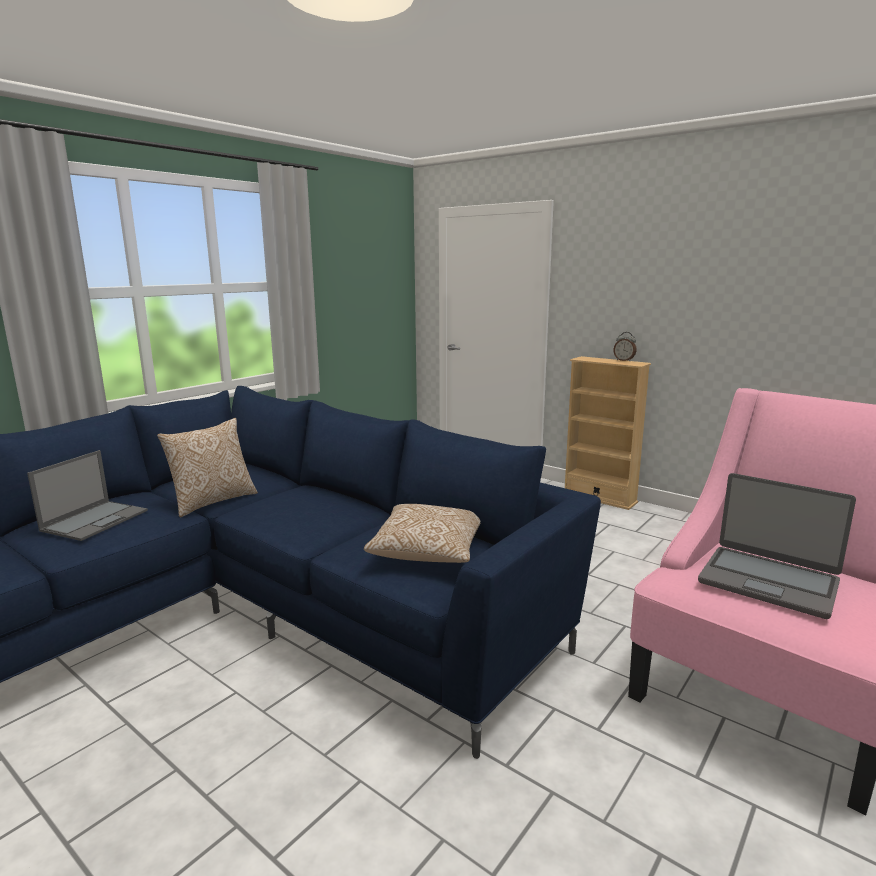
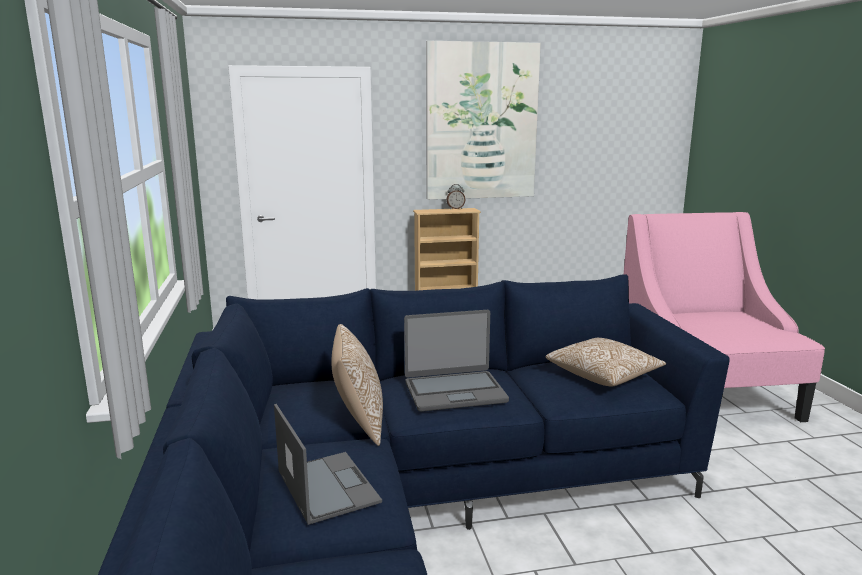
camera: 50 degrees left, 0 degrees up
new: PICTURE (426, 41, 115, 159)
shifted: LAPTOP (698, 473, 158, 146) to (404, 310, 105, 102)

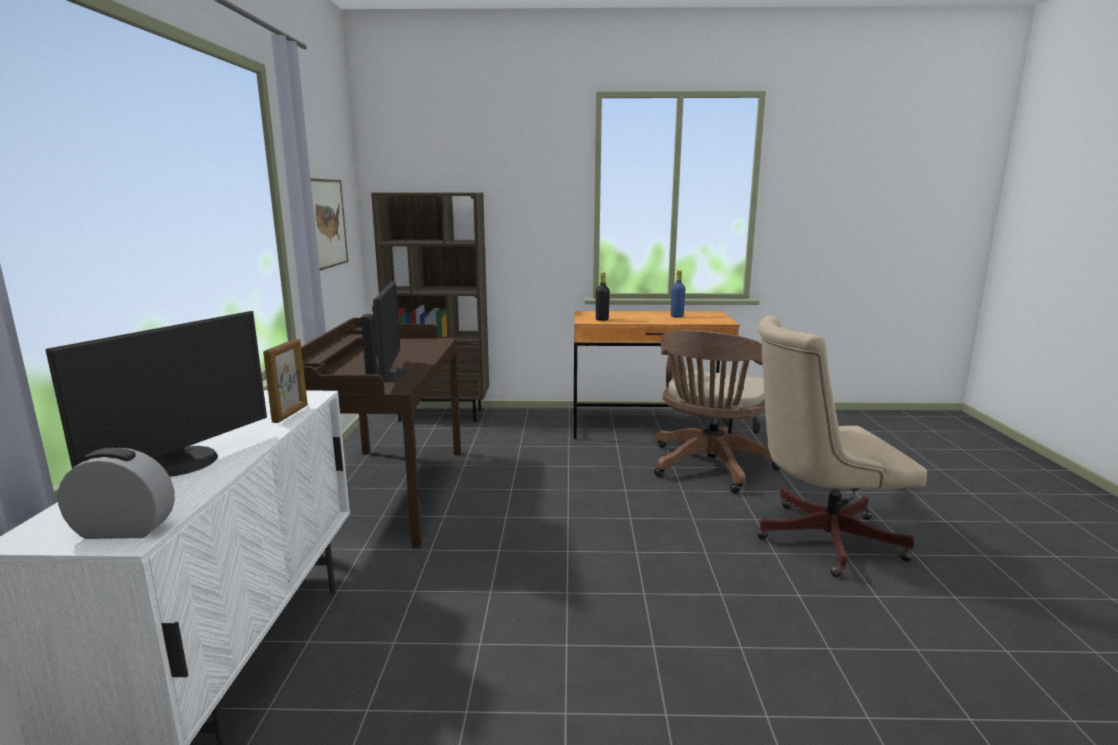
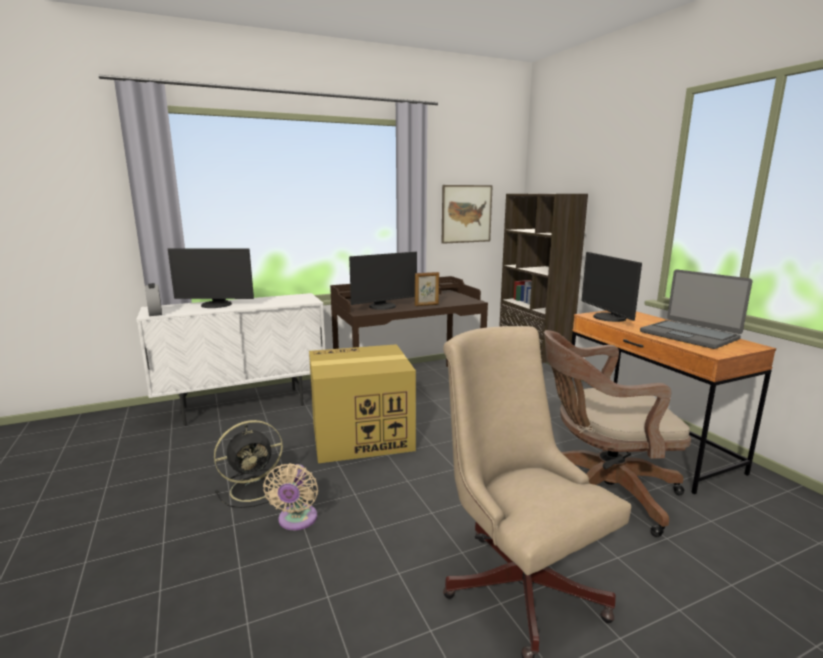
camera: 65 degrees right, 0 degrees up
new: BLACK FAN (214, 420, 69, 88); BEIGE FAN (263, 463, 55, 67); CARDBOARD BOX (309, 344, 107, 119)
shifted: PICTURE FRAME (263, 339, 45, 84) to (415, 272, 24, 34)
swapped: BLACK BOTTLE (596, 272, 14, 49) to MONITOR (581, 252, 61, 70); BLUE BOTTLE (671, 270, 14, 48) to LAPTOP (640, 269, 113, 80)

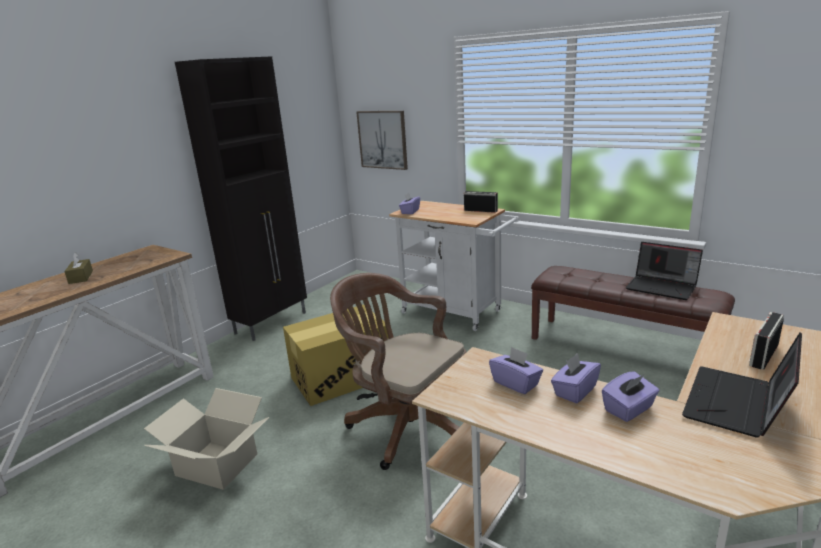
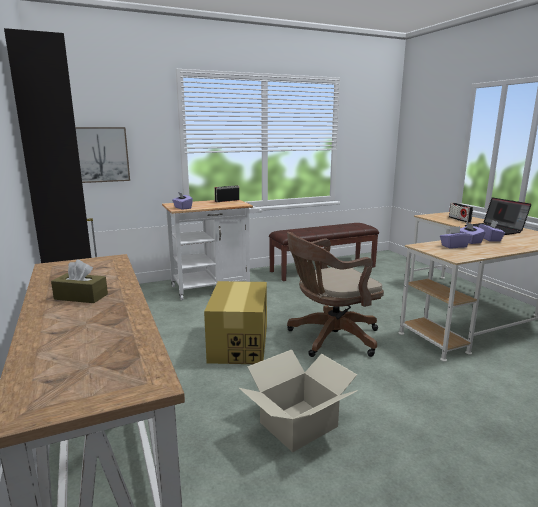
camera: 60 degrees left, 5 degrees down
gone: LAPTOP (626, 242, 77, 58)

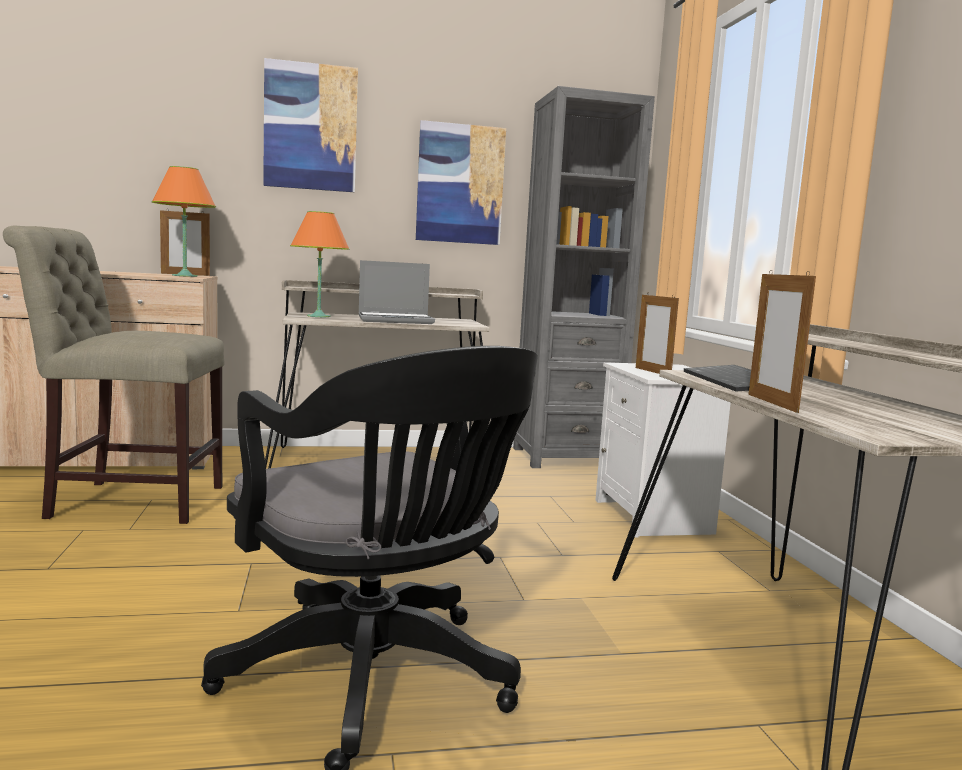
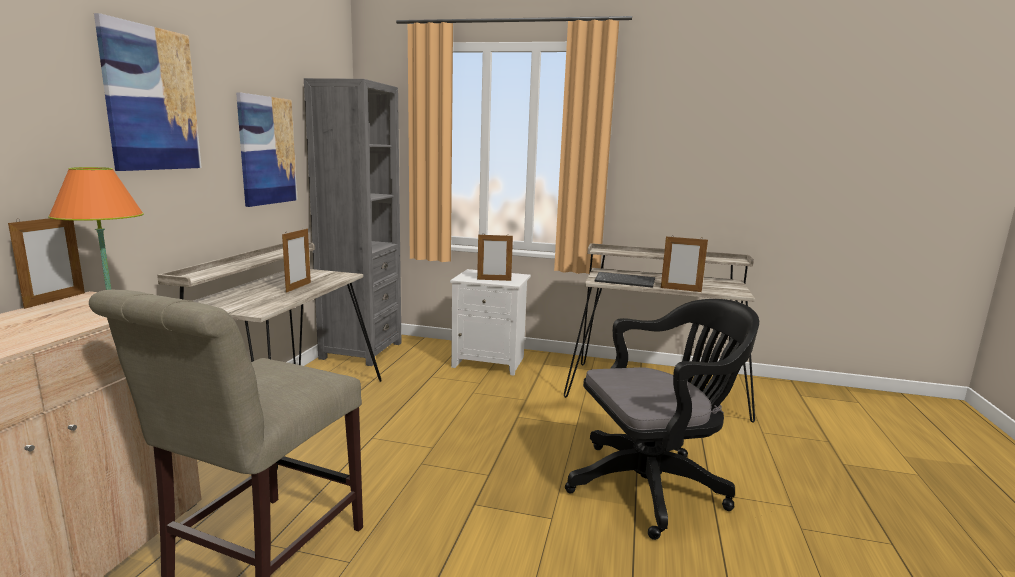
camera: 65 degrees left, 5 degrees up
gone: ORANGE TABLE LAMP (290, 211, 60, 106)
swapped: LAPTOP (359, 260, 76, 64) to PICTURE FRAME (282, 227, 29, 66)

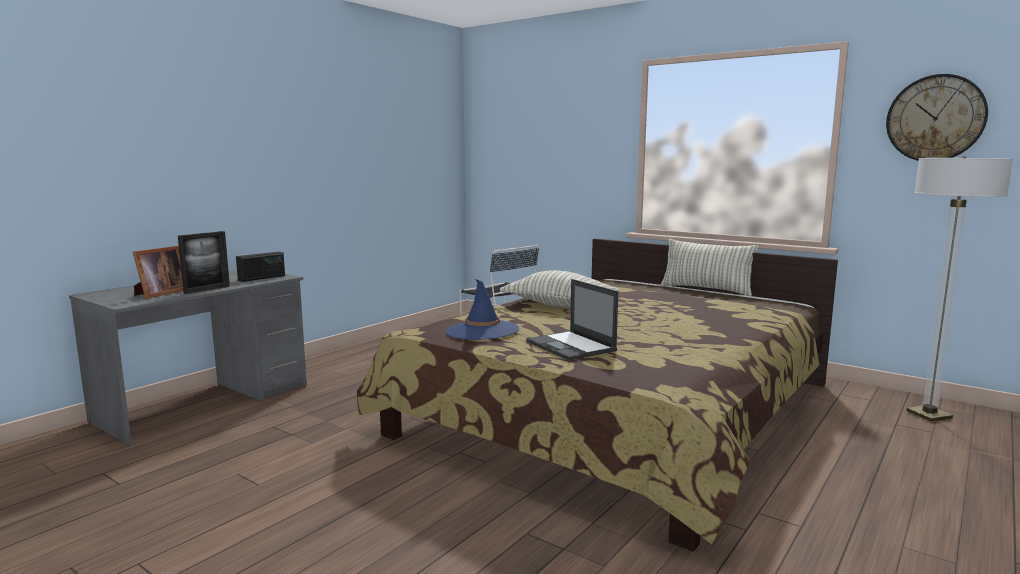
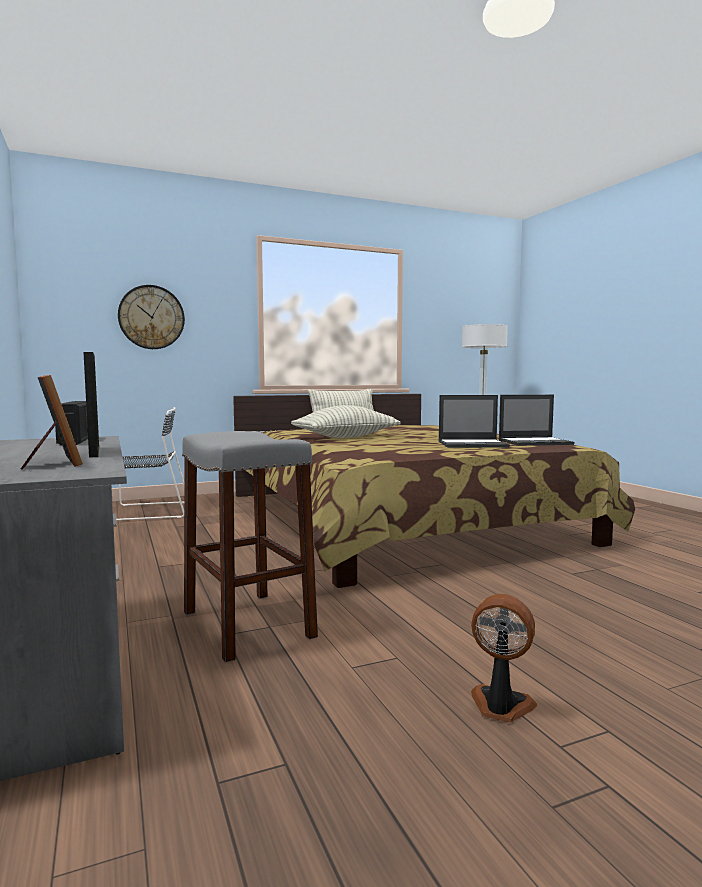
camera: 60 degrees left, 5 degrees down
gone: BLUE HAT (446, 279, 73, 61)
new: GREY STOOL (182, 431, 136, 232); FAN (471, 594, 66, 129); LAPTOP (499, 395, 76, 51)
shifted: WALL CLOCK (886, 74, 102, 87) to (118, 285, 67, 64)

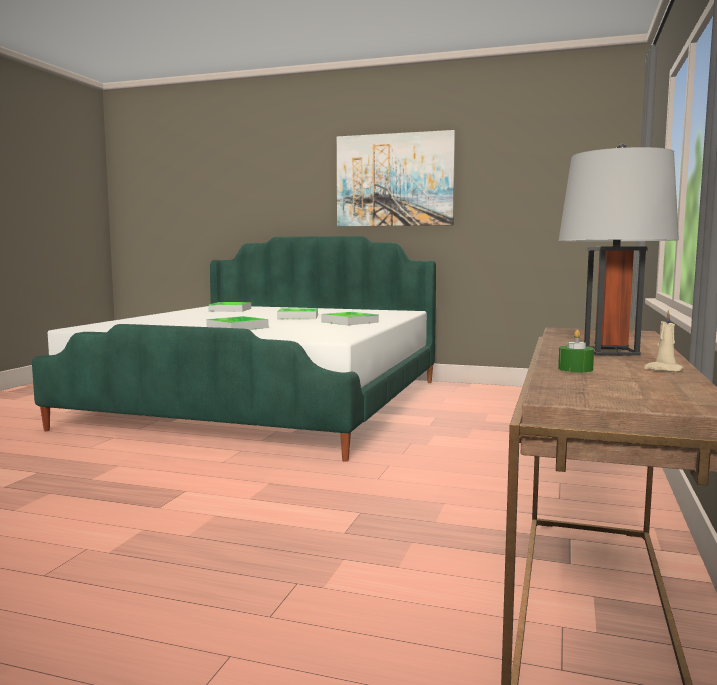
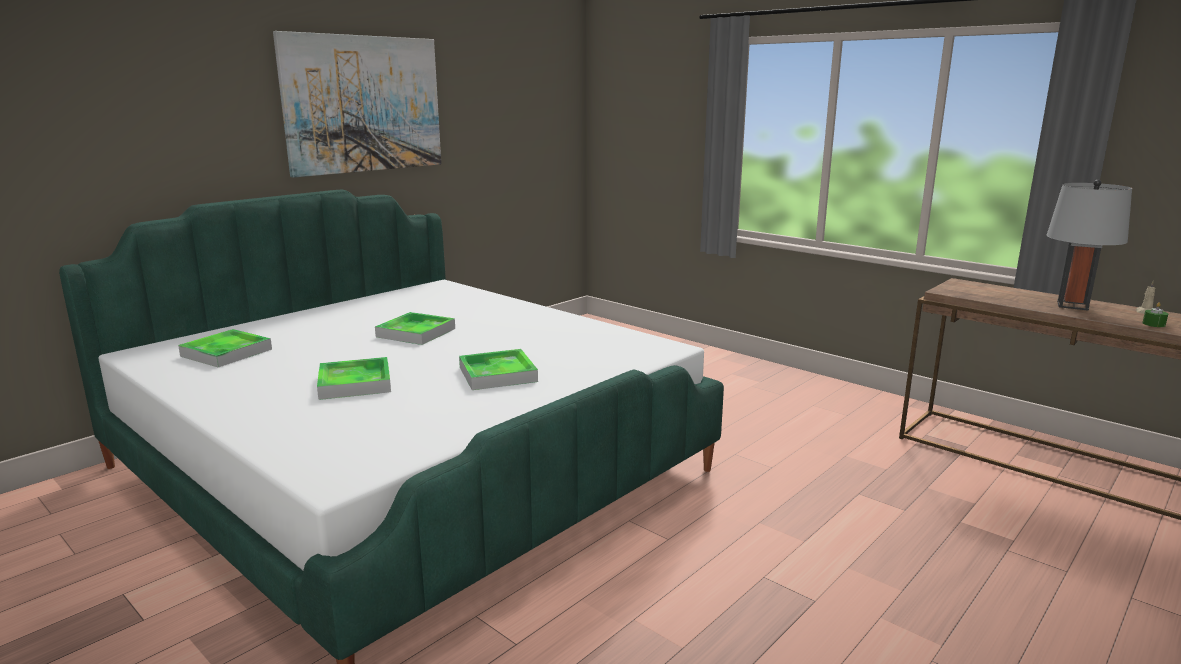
camera: 65 degrees left, 10 degrees up
shifted: TRAY (321, 312, 58, 14) to (317, 357, 74, 43)

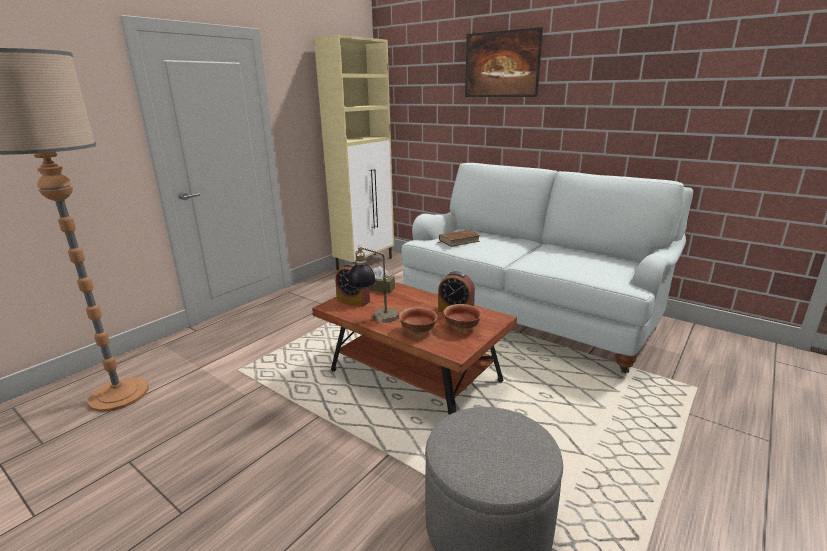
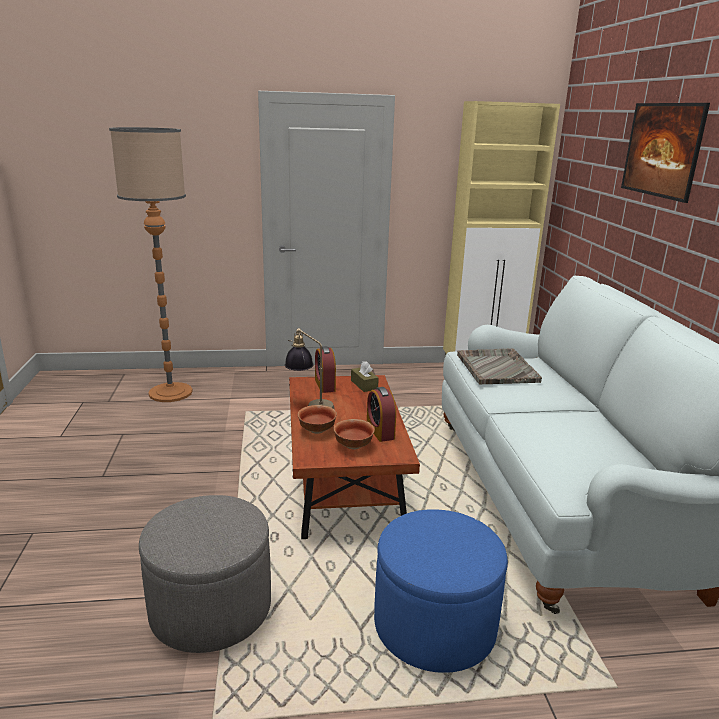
camera: 45 degrees right, 0 degrees up
new: BLUE OTTOMAN (374, 509, 134, 164)
swapped: BROWN BOOK (437, 230, 43, 17) to GREY TRAY (457, 348, 85, 36)

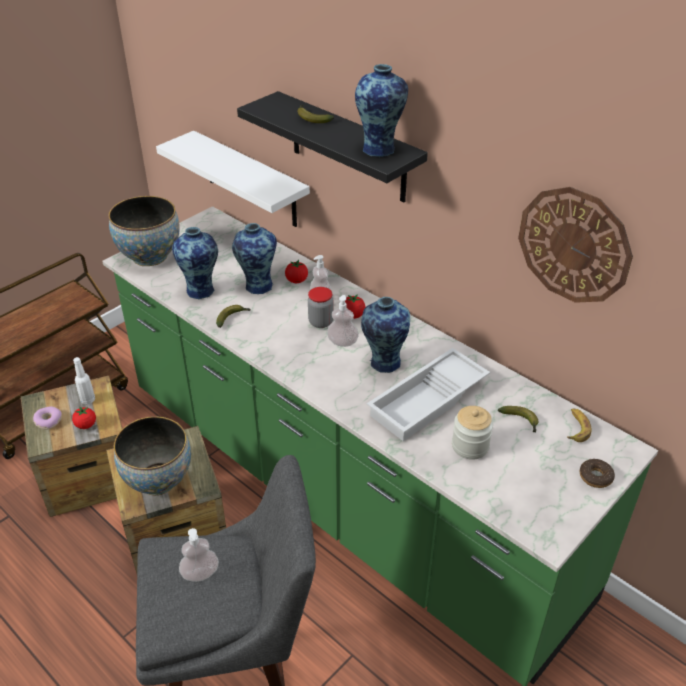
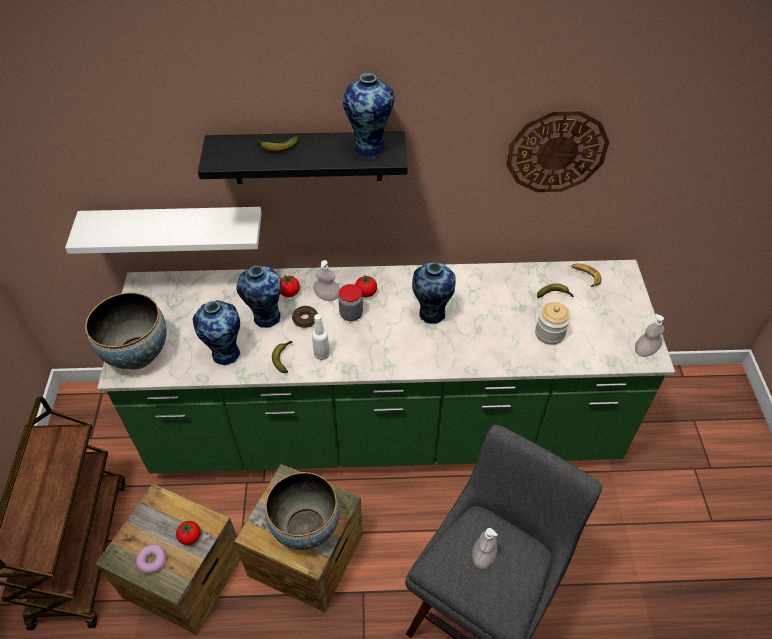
camera: 45 degrees left, 10 degrees up
gone: WHITE TRAY (367, 348, 123, 93)
shifted: WHITE BOTTLE (73, 357, 22, 47) to (312, 314, 18, 46); SOAP DISPENSER (327, 295, 32, 52) to (635, 314, 30, 43); DONUT (580, 459, 35, 29) to (292, 306, 26, 22)

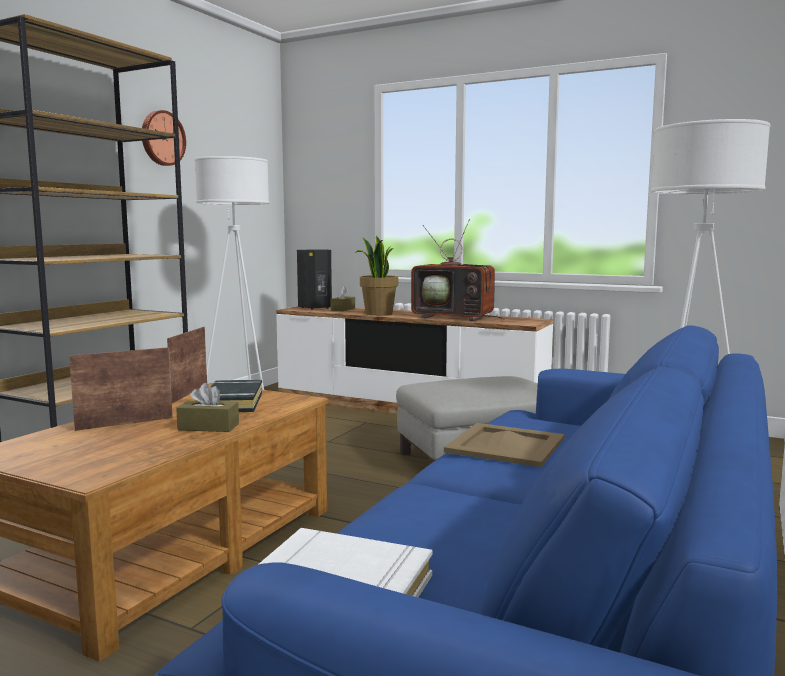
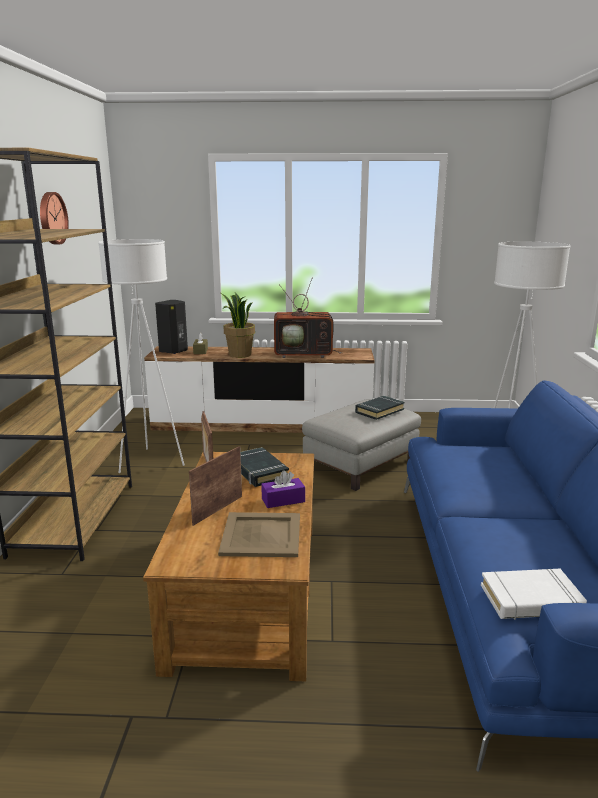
camera: 25 degrees left, 10 degrees up
new: BLACK BOOK (355, 396, 50, 24)
shifted: BEIGE TRAY (444, 423, 121, 44) to (218, 512, 82, 45)
repainted: BROWN TISSUE BOX (176, 383, 63, 49) to PURPLE TISSUE BOX (261, 470, 44, 38)

